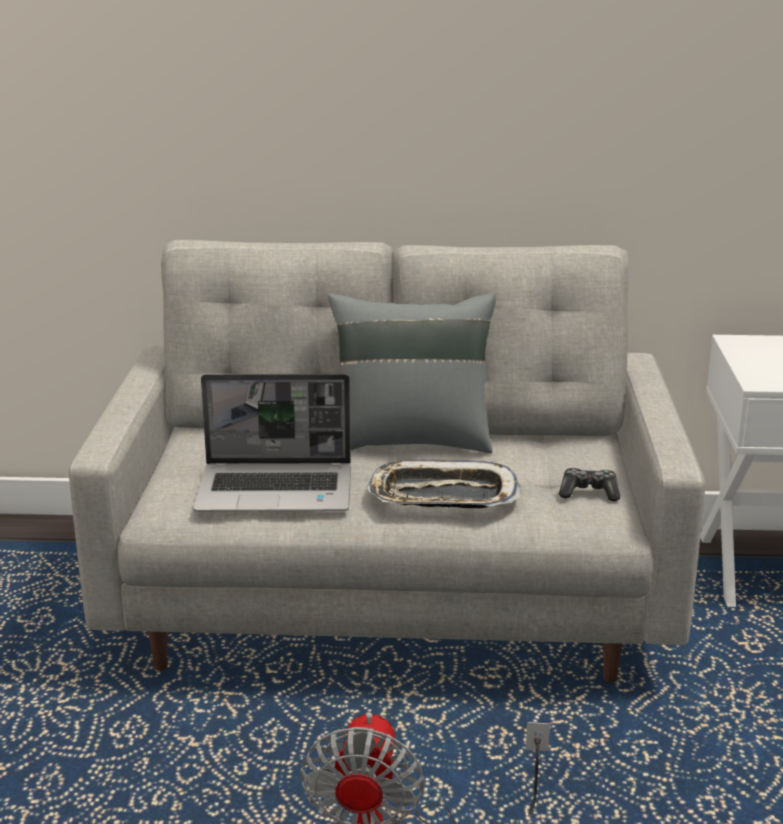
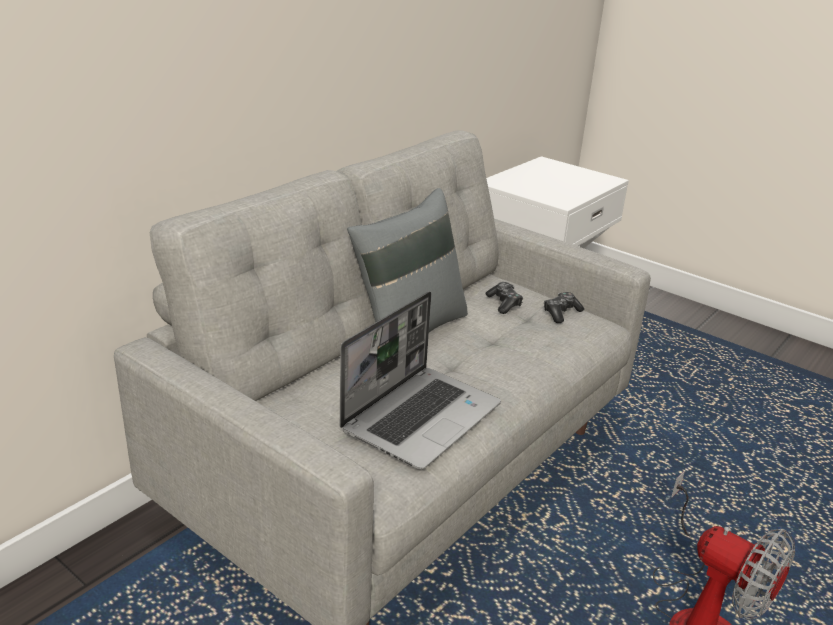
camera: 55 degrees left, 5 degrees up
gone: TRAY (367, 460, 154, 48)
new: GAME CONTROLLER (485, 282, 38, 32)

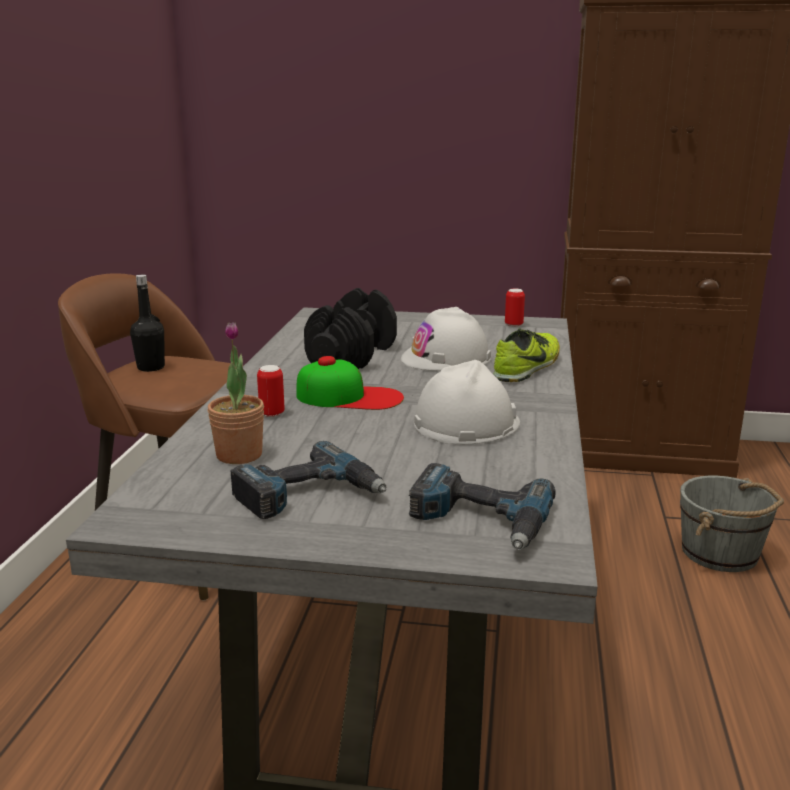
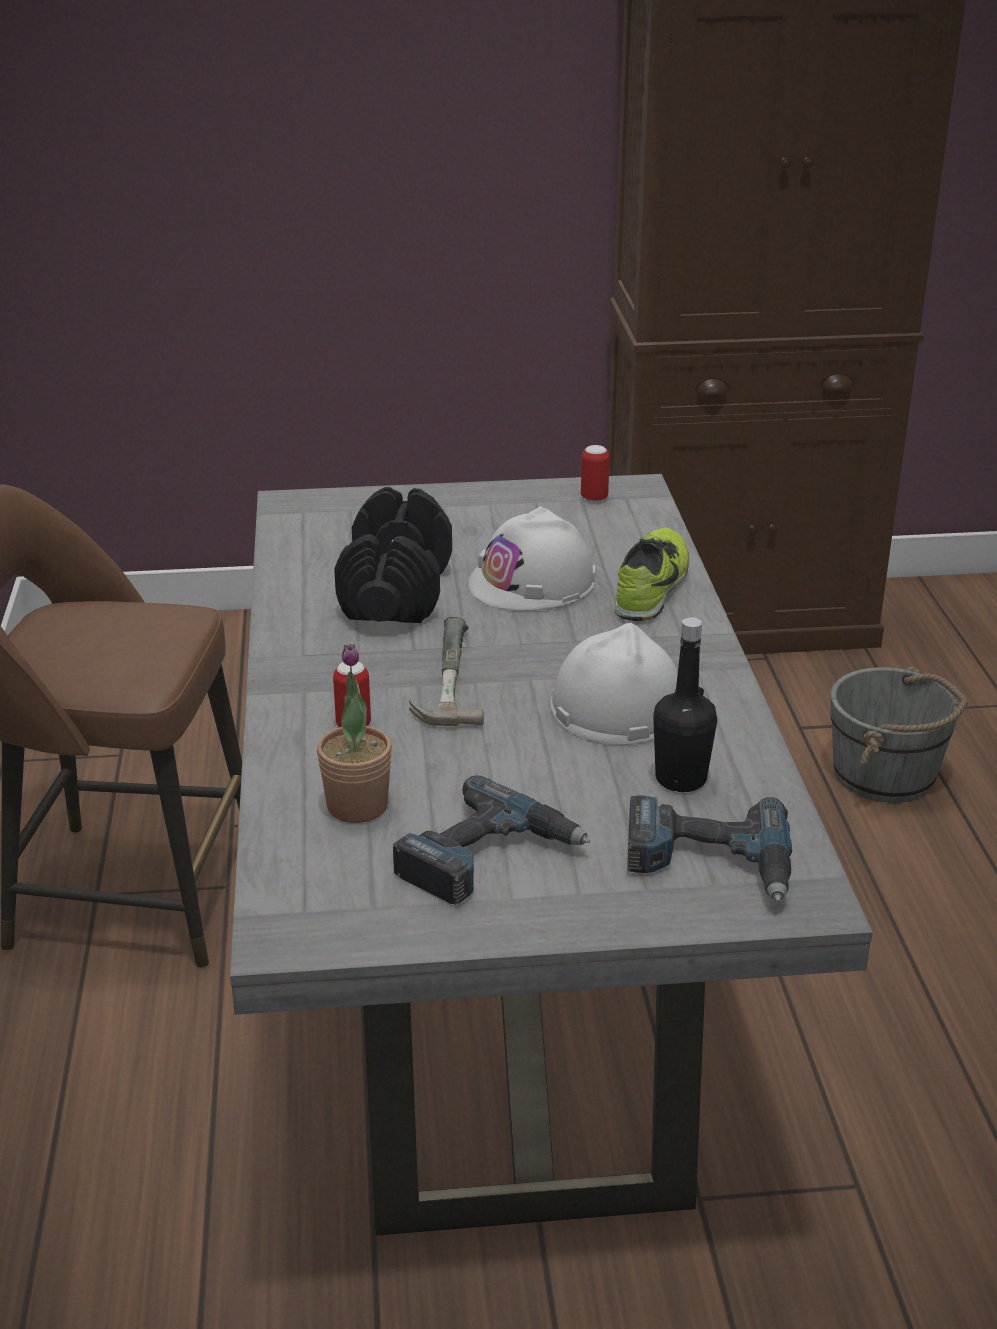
camera: 15 degrees left, 10 degrees up
shifted: BLACK BOTTLE (130, 275, 35, 97) to (653, 617, 64, 175)
swapped: CAP (296, 356, 108, 54) to HAMMER (409, 617, 75, 109)

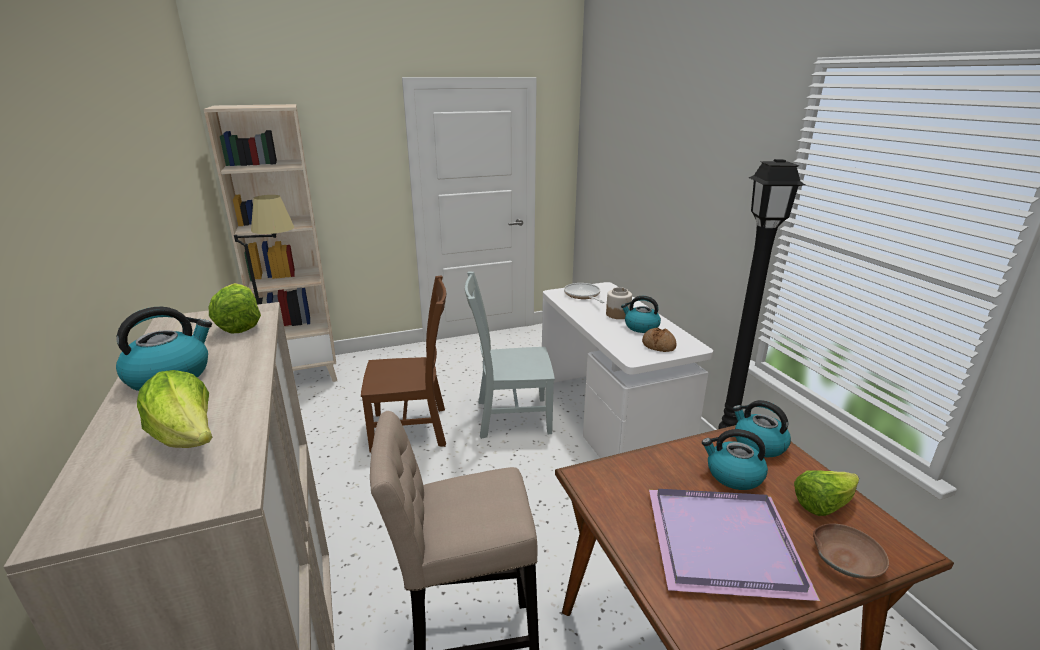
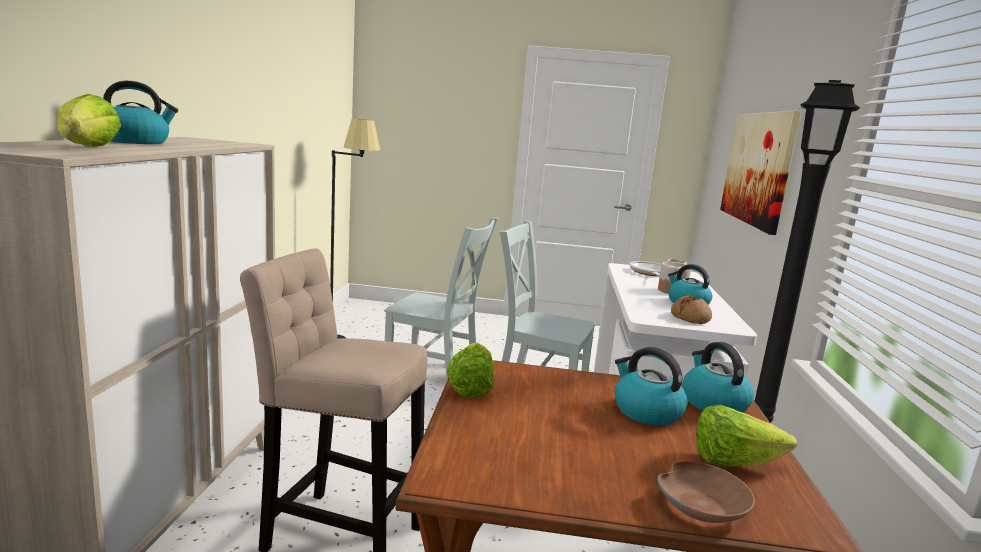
camera: 25 degrees right, 10 degrees down
gone: BEIGE BOOKCASE (204, 104, 133, 278); PURPLE TRAY (649, 489, 171, 112)
new: PICTURE (720, 111, 81, 124)
shifted: LETTUCE (209, 283, 52, 51) to (447, 343, 47, 55)
repainted: BROWN CHAIR (361, 275, 85, 178) to GREY CHAIR (384, 218, 114, 162)

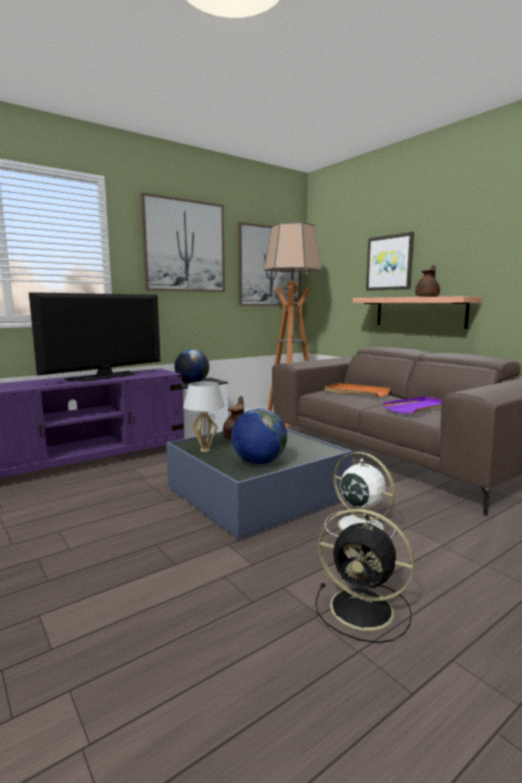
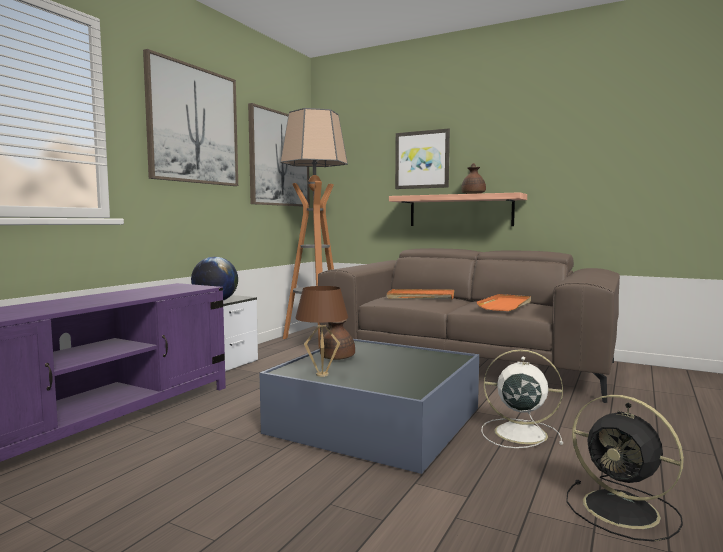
camera: 25 degrees left, 5 degrees down
gone: TELEVISION (29, 292, 131, 90); GLOBE (231, 408, 56, 57)
repainted: WHITE TABLE LAMP (183, 381, 42, 71) to BROWN TABLE LAMP (295, 286, 53, 91); PURPLE TRAY (383, 396, 59, 18) to ORANGE TRAY (477, 294, 54, 17)
rotated: BLACK FAN (316, 509, 98, 134) = (566, 395, 118, 147) 45 degrees clockwise

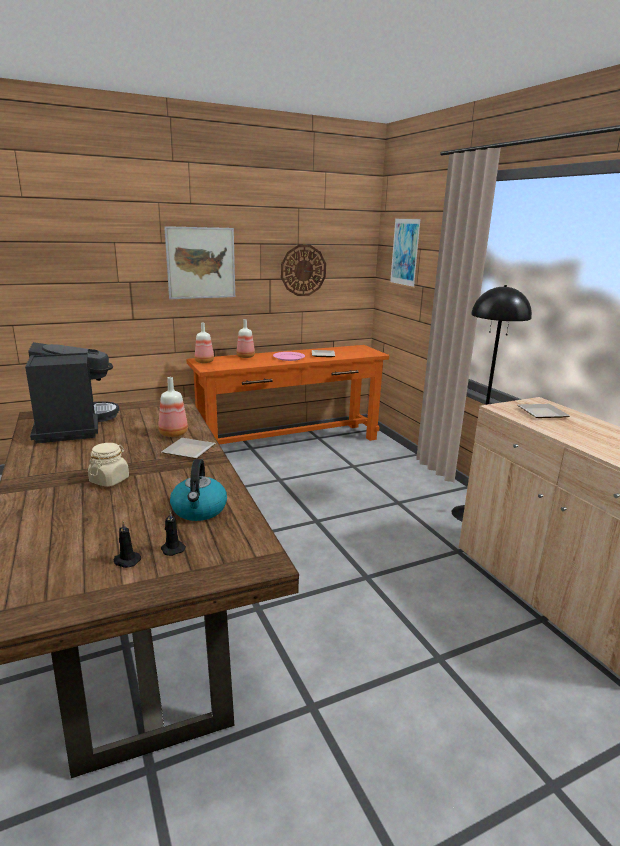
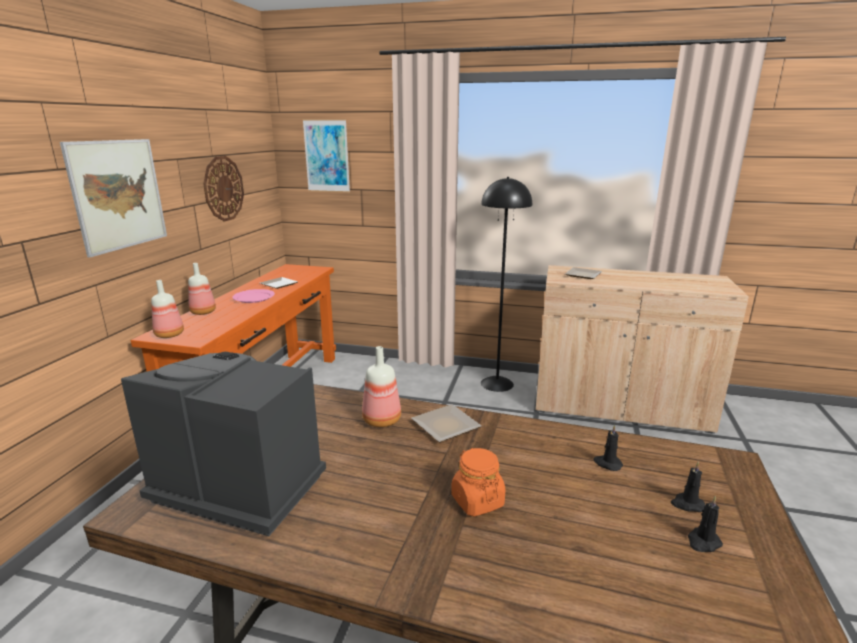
camera: 50 degrees left, 0 degrees up
swapped: KETTLE (170, 459, 57, 62) to BLACK CANDLE (594, 424, 29, 47)
repainted: BEIGE JAR (88, 443, 41, 44) to ORANGE JAR (451, 448, 55, 68)

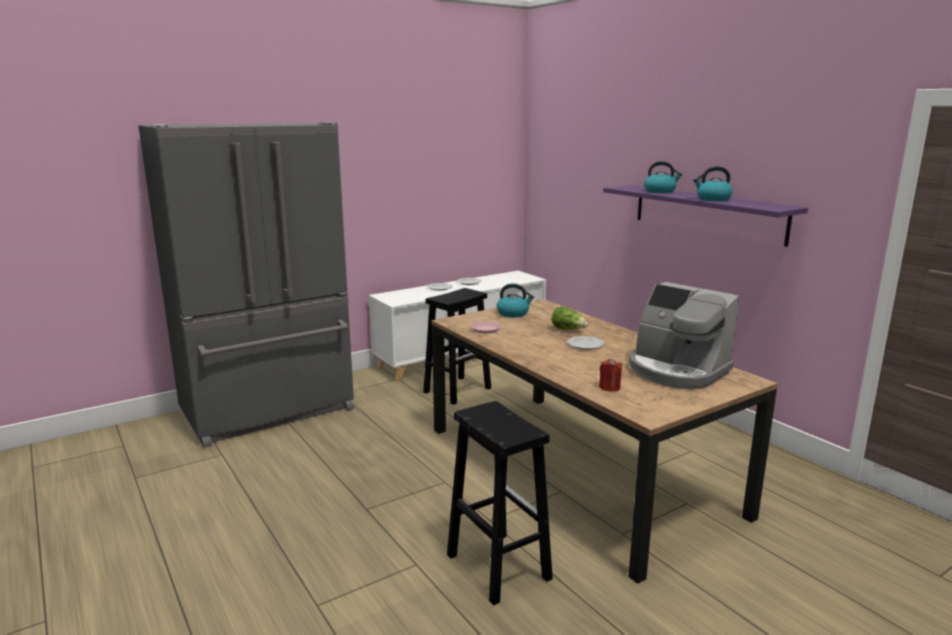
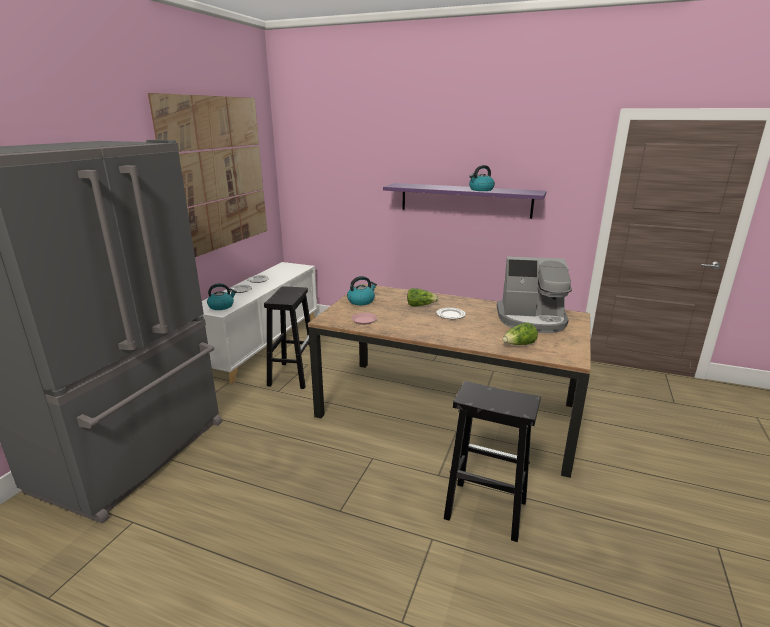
camera: 35 degrees left, 5 degrees up
new: PICTURE (148, 93, 119, 164)
shifted: KETTLE (644, 161, 38, 32) to (207, 283, 30, 27)
swapped: RED CANDLE (599, 359, 23, 32) to LETTUCE (502, 323, 36, 22)

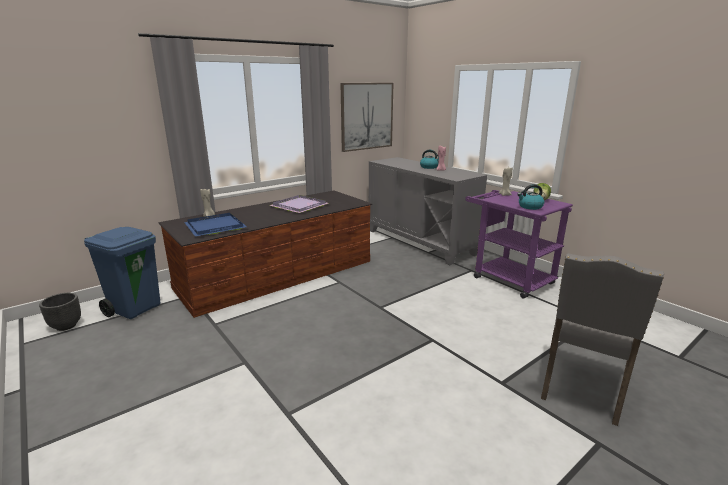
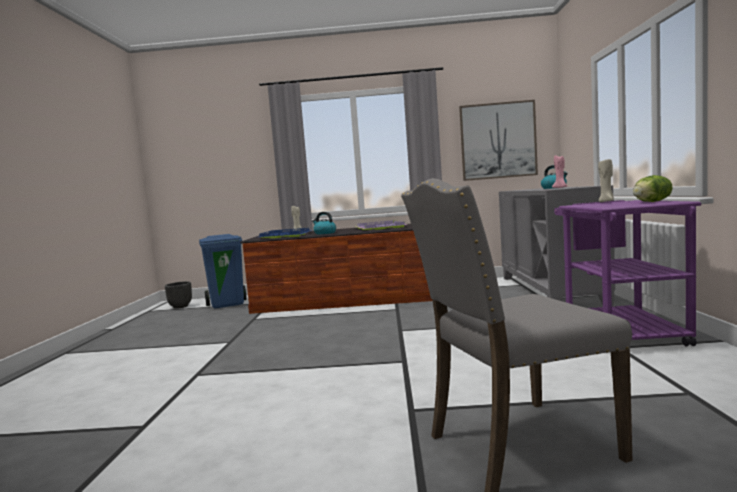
camera: 40 degrees right, 15 degrees down
shifted: KETTLE (517, 184, 28, 26) to (312, 212, 24, 22)

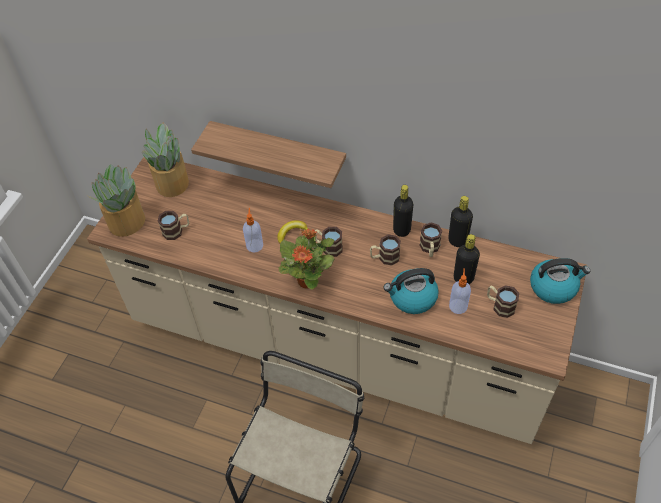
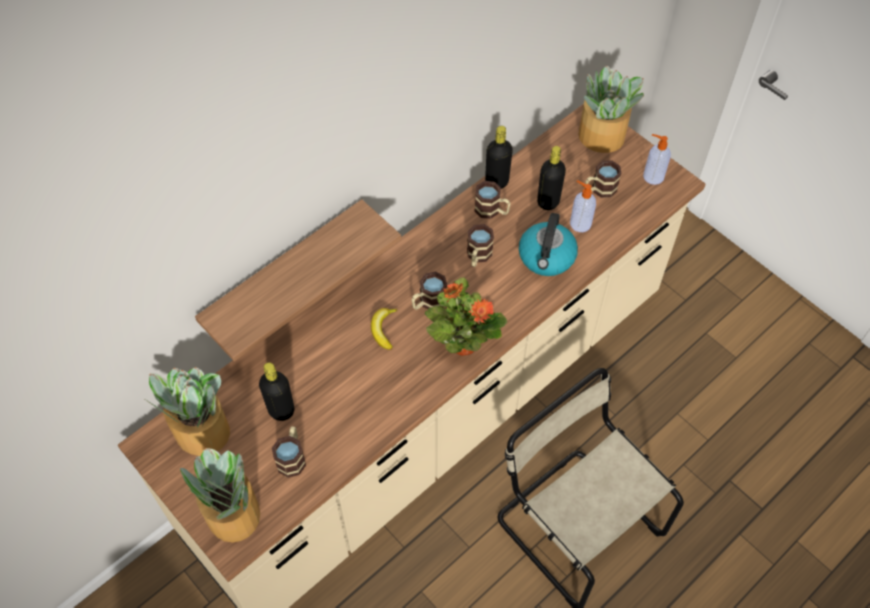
camera: 65 degrees left, 5 degrees up
shifted: SOAP DISPENSER (243, 208, 20, 44) to (643, 134, 28, 51); BLACK BOTTLE (393, 185, 20, 52) to (259, 363, 35, 58)
swapped: KETTLE (530, 258, 60, 46) to POTTED PLANT (578, 66, 66, 87)

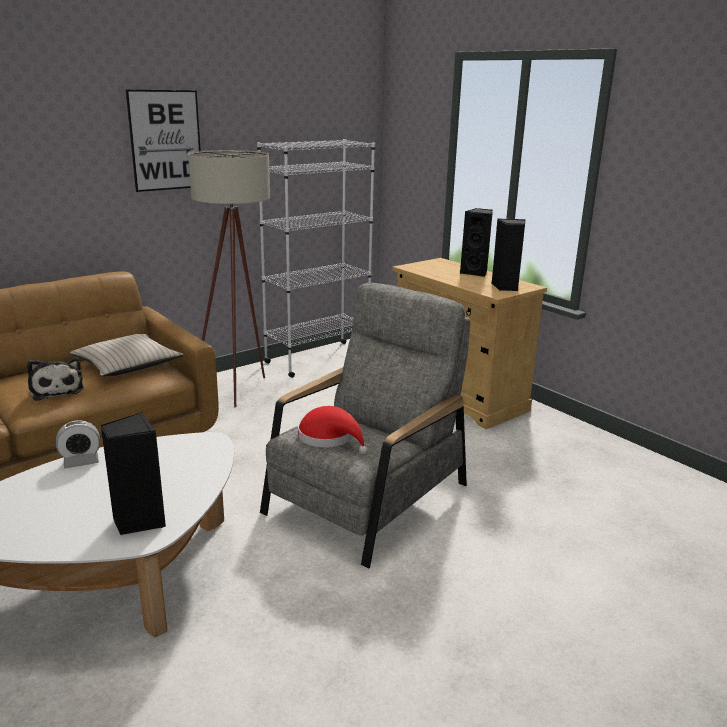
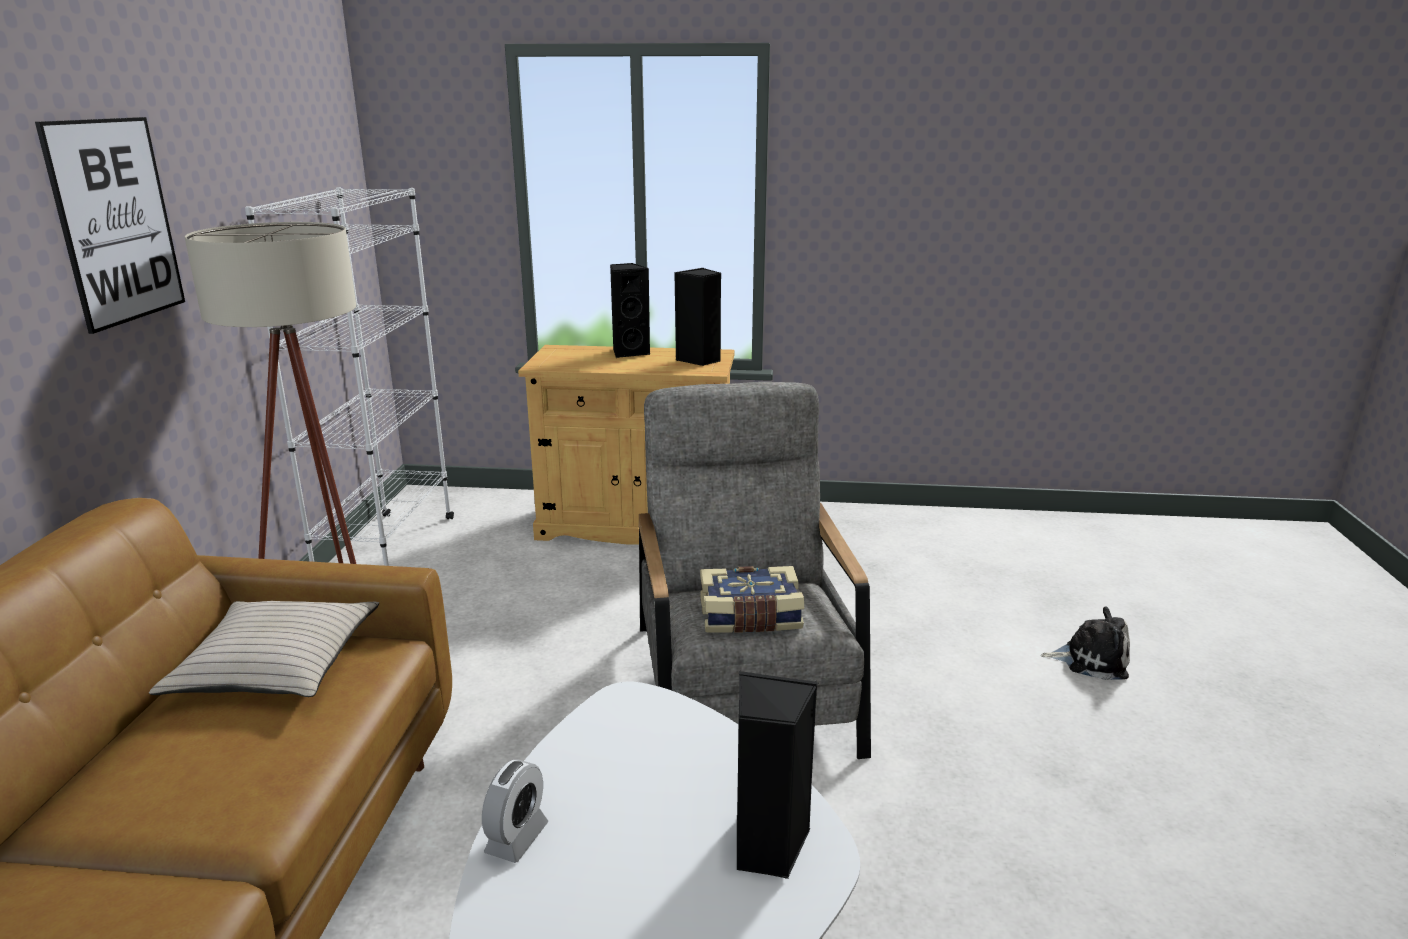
camera: 45 degrees left, 0 degrees up
shifted: PLUSH TOY (27, 357, 57, 44) to (1041, 606, 89, 74)
swapped: RED HAT (298, 406, 70, 48) to BOOK (700, 566, 104, 67)

